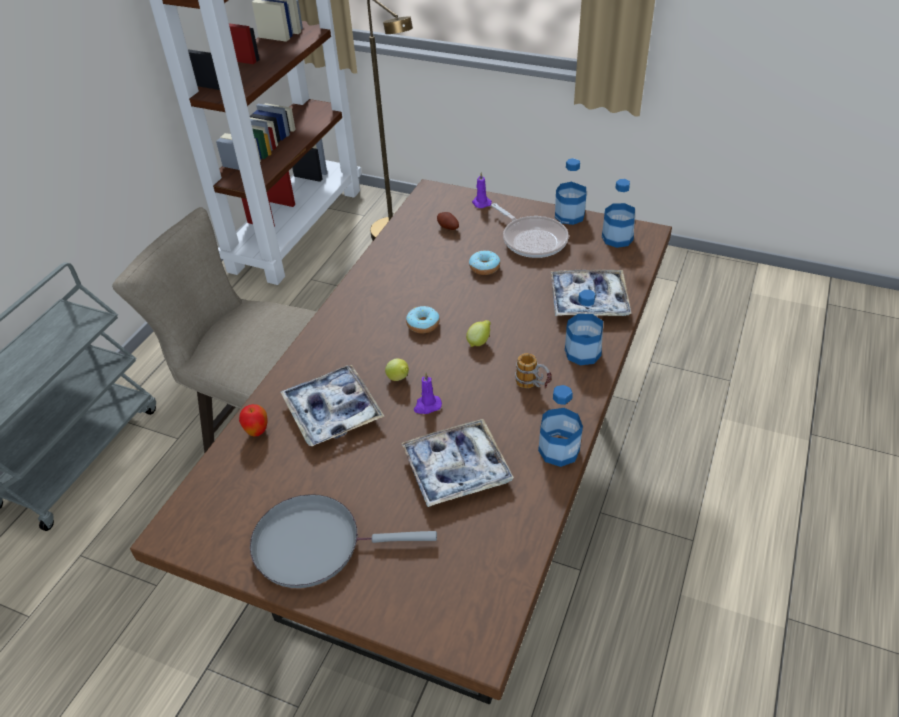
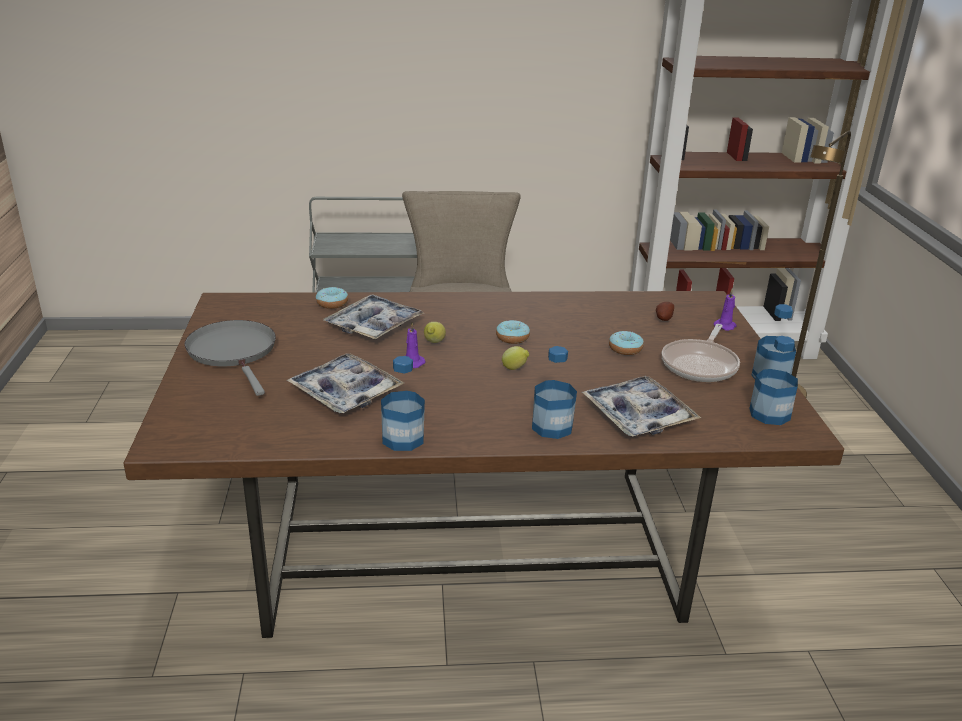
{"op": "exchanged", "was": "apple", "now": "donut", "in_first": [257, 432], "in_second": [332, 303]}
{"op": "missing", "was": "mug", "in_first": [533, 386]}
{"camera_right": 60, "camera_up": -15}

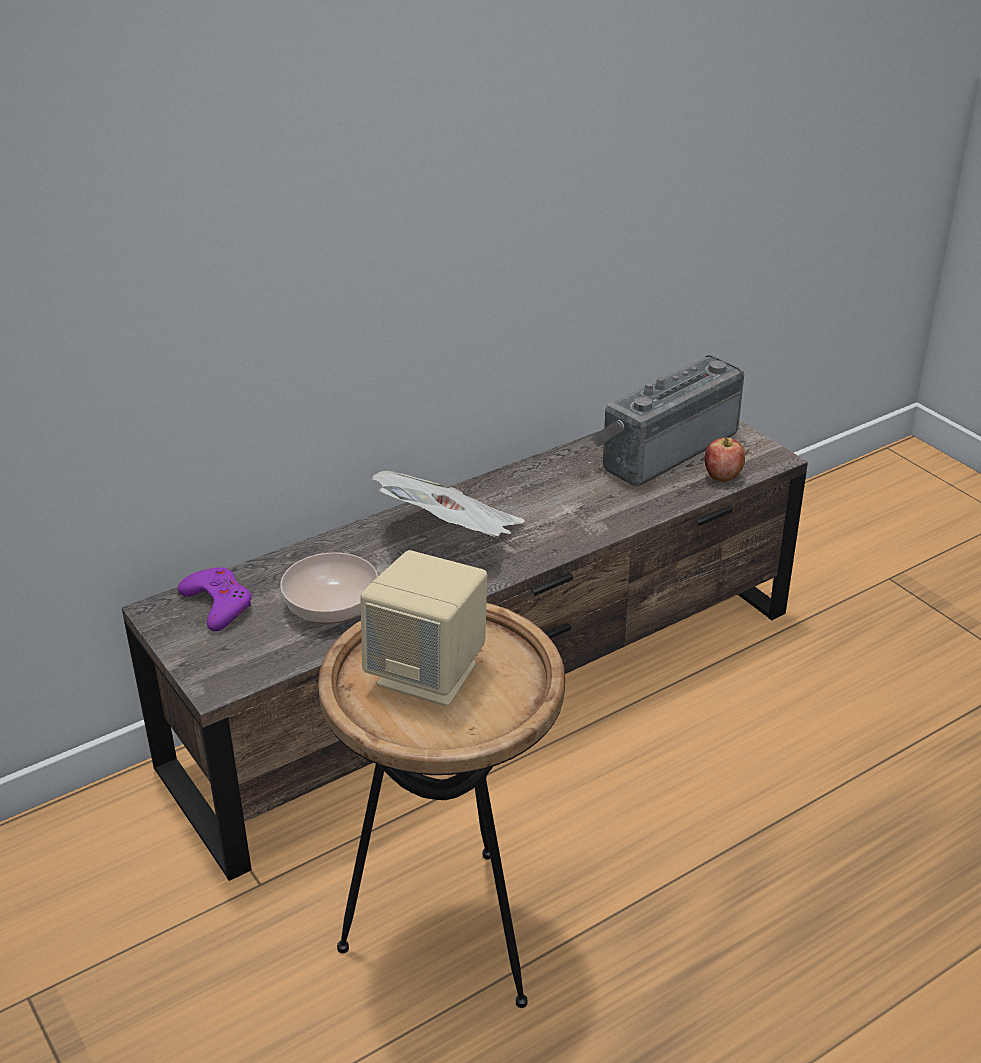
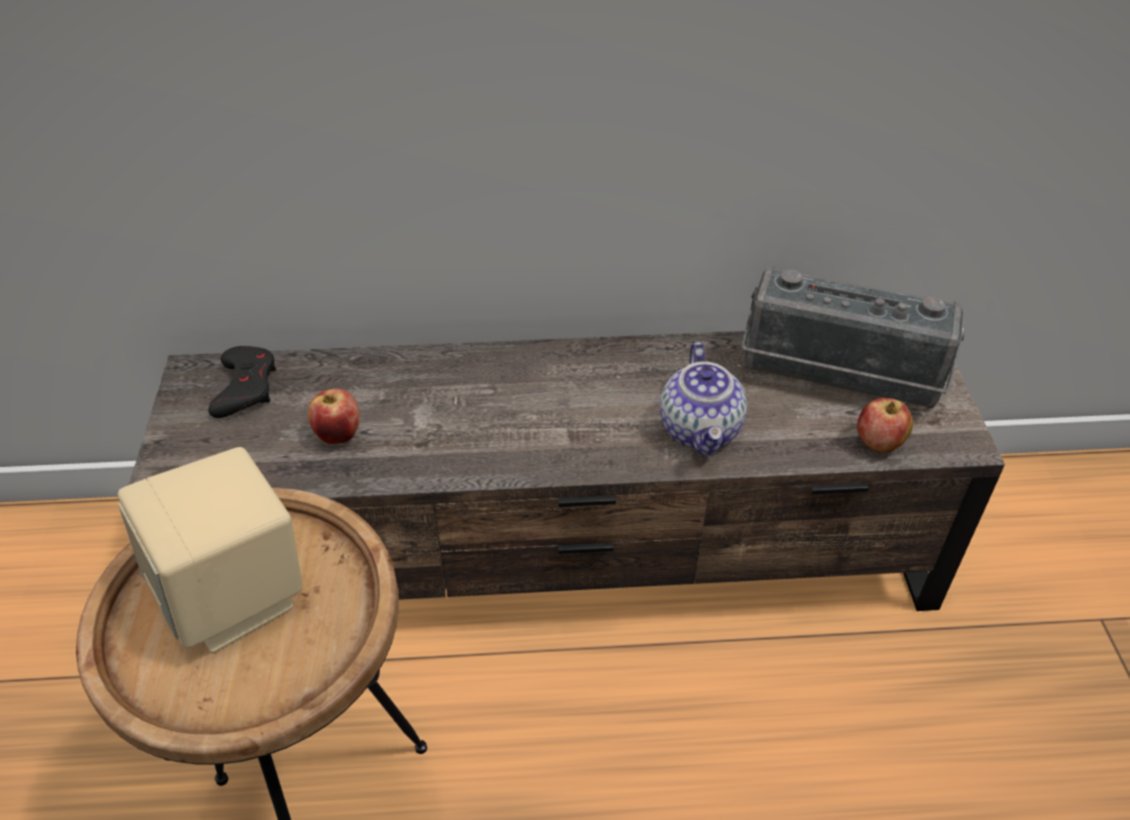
{"op": "colour", "was": "game controller (purple)", "now": "game controller (black)", "in_first": [218, 604], "in_second": [245, 387]}
{"op": "exchanged", "was": "bowl", "now": "apple", "in_first": [332, 606], "in_second": [339, 435]}
{"op": "missing", "was": "newspaper", "in_first": [452, 537]}
{"op": "spun", "was": "radio", "in_first": [664, 448], "in_second": [838, 379], "clockwise": -150}
{"op": "appeared", "now": "teapot", "in_second": [701, 430]}
{"camera_right": 30, "camera_up": 10}

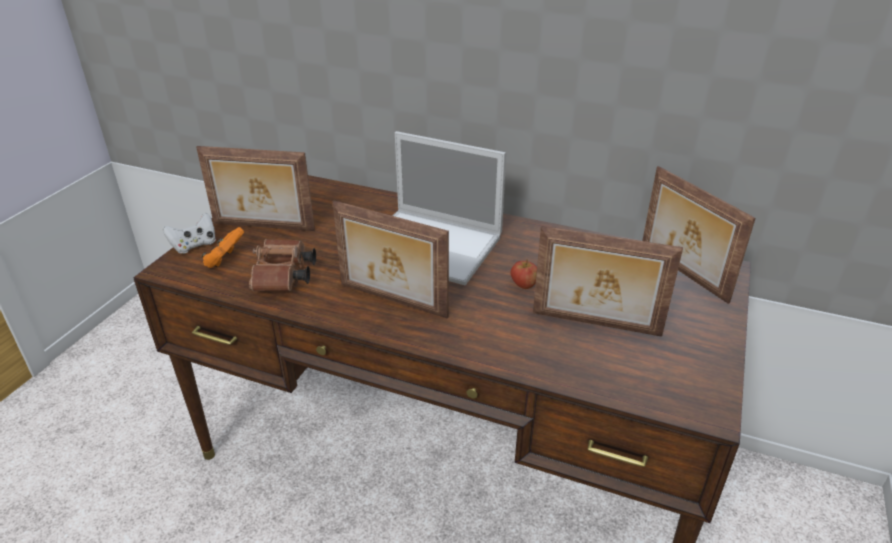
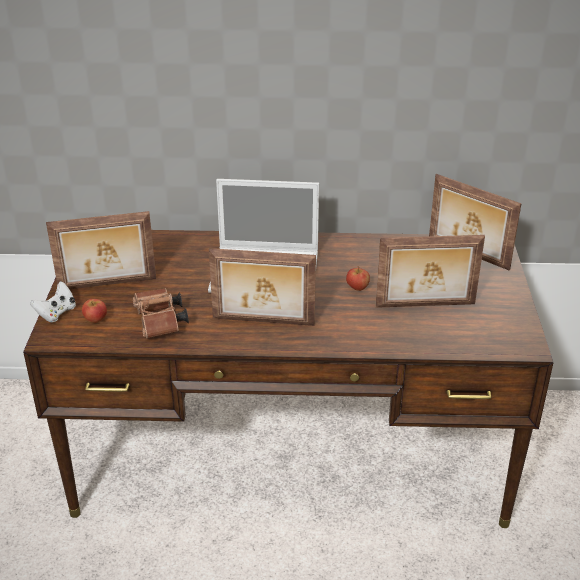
{"op": "exchanged", "was": "game controller (orange)", "now": "apple", "in_first": [225, 260], "in_second": [96, 319]}
{"camera_right": -20, "camera_up": 0}

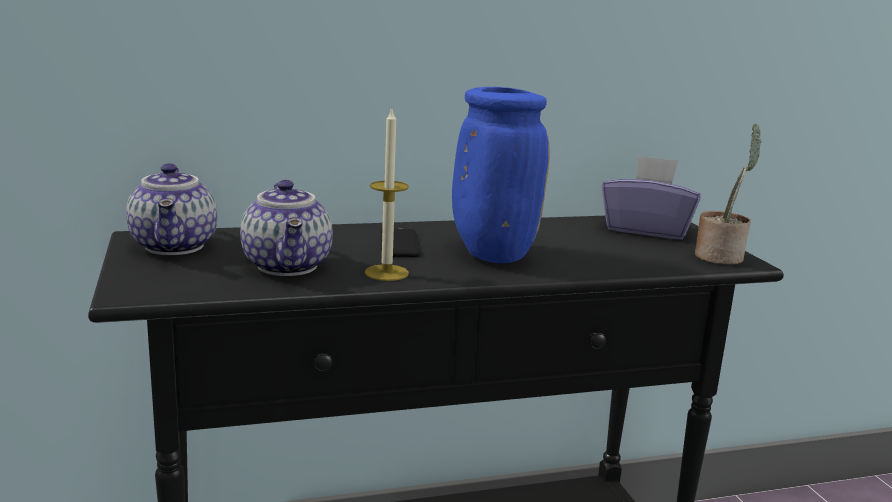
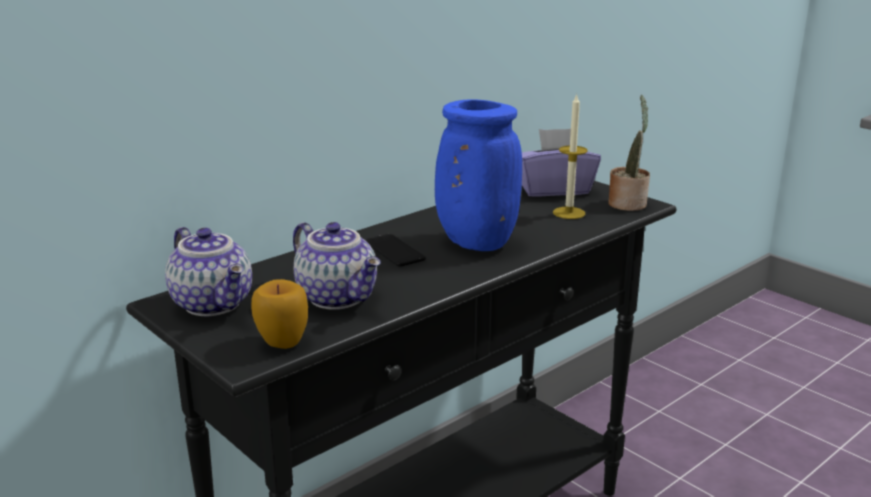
{"op": "relocated", "was": "candle", "in_first": [386, 273], "in_second": [569, 213]}
{"op": "appeared", "now": "apple", "in_second": [282, 342]}
{"camera_right": -25, "camera_up": 5}

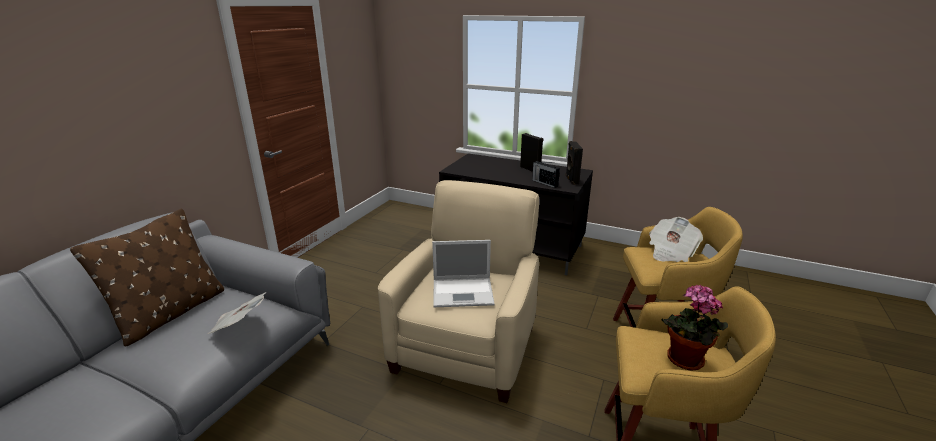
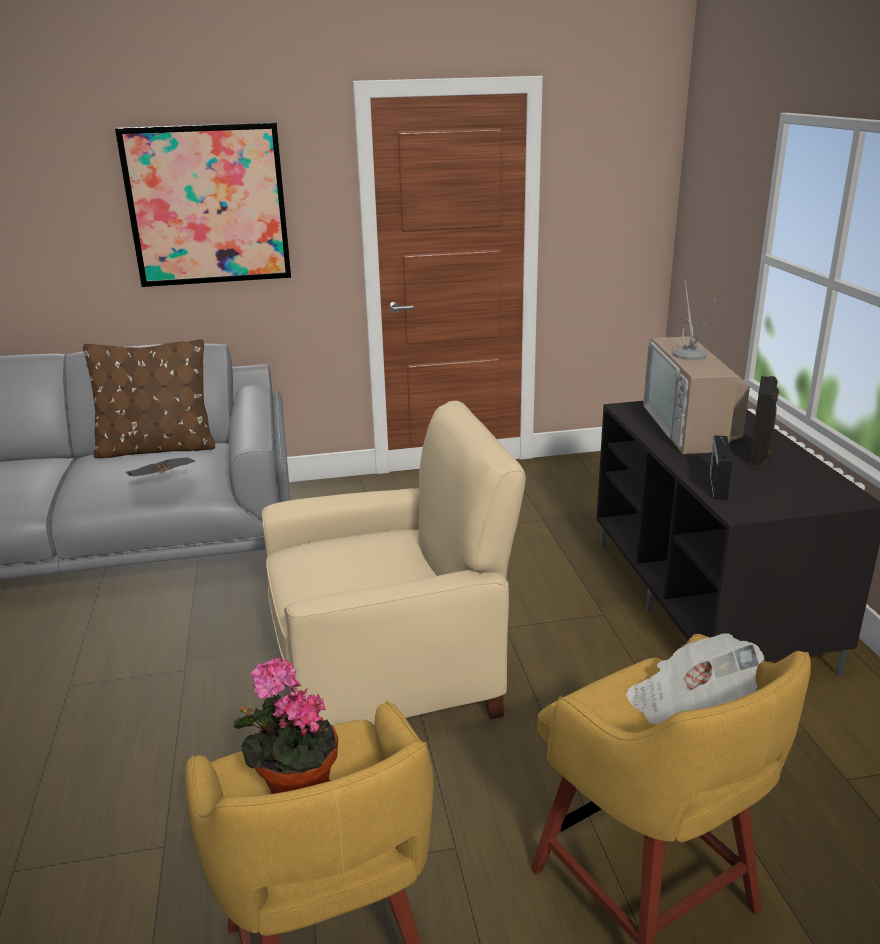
{"op": "missing", "was": "laptop", "in_first": [464, 292]}
{"op": "missing", "was": "speaker (black)", "in_first": [571, 180]}
{"op": "appeared", "now": "picture", "in_second": [207, 205]}
{"op": "appeared", "now": "television", "in_second": [692, 428]}
{"camera_right": 55, "camera_up": 0}

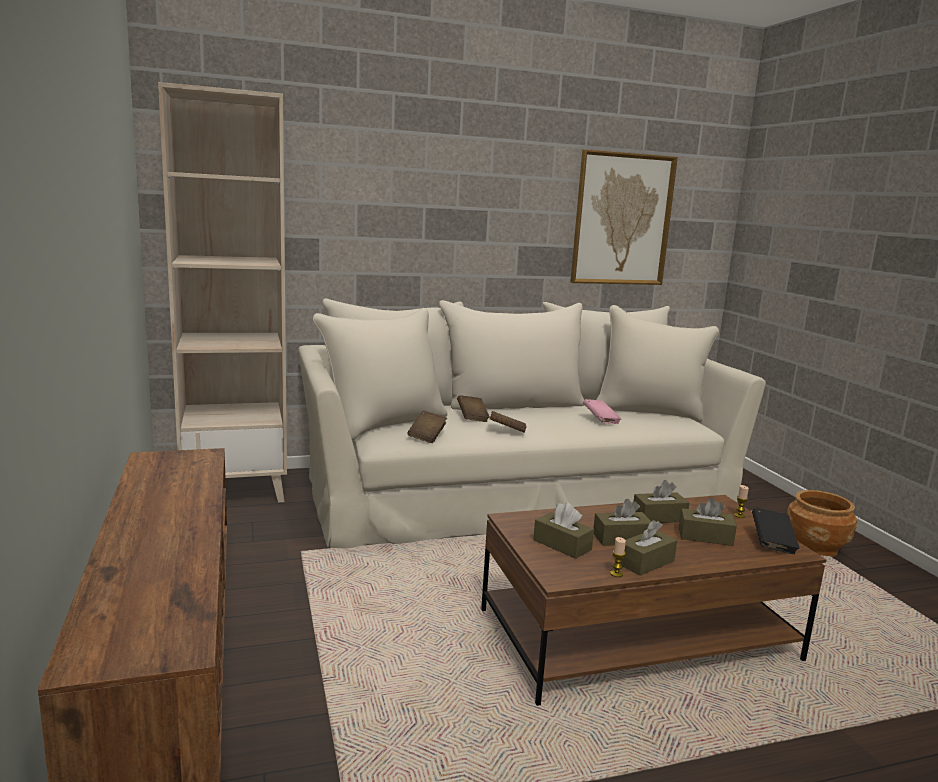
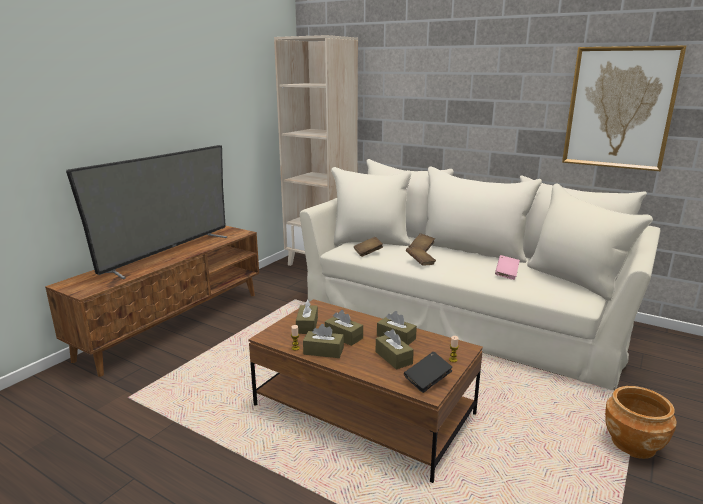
{"op": "appeared", "now": "television", "in_second": [168, 253]}
{"camera_right": 50, "camera_up": 5}

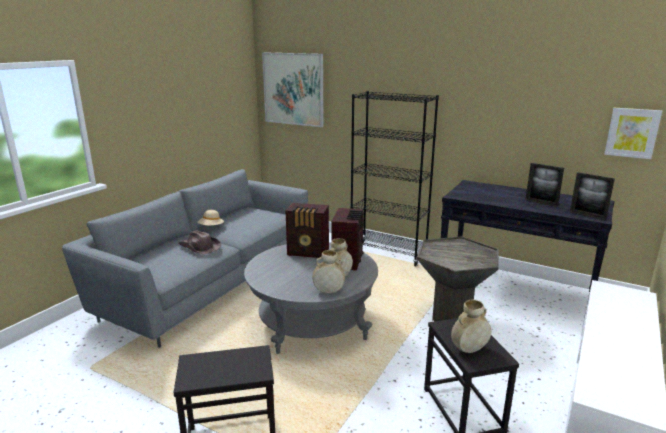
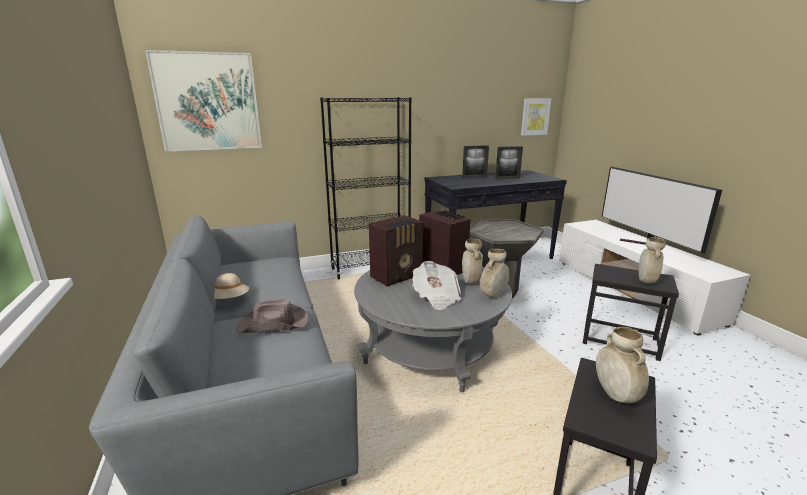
{"op": "relocated", "was": "picture frame", "in_first": [587, 215], "in_second": [474, 177]}
{"op": "appeared", "now": "newspaper", "in_second": [436, 297]}
{"op": "appeared", "now": "vase (beige)", "in_second": [616, 396]}
{"op": "appeared", "now": "television", "in_second": [644, 246]}
{"camera_right": -50, "camera_up": 0}

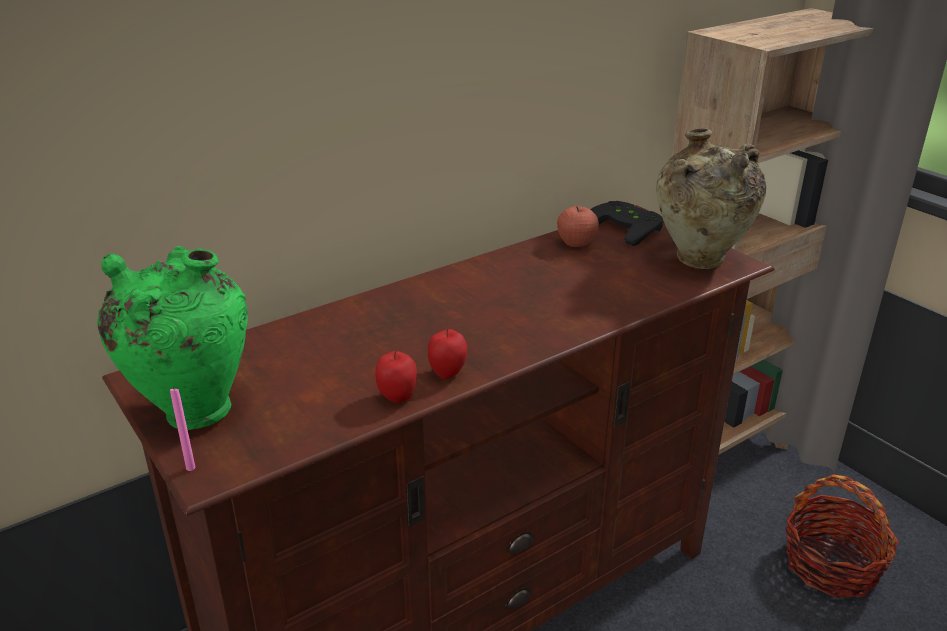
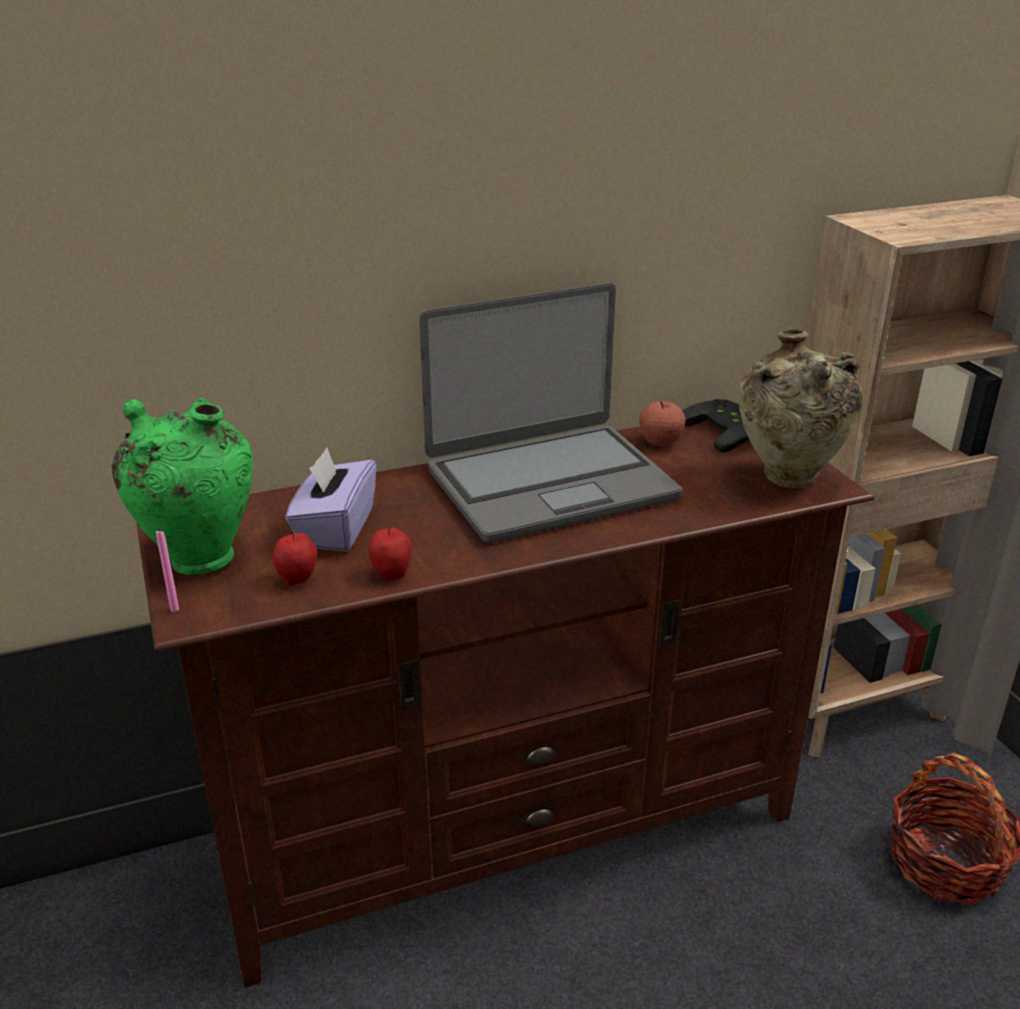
{"op": "relocated", "was": "apple", "in_first": [447, 373], "in_second": [298, 579]}
{"op": "appeared", "now": "tissue box (purple)", "in_second": [335, 529]}
{"op": "appeared", "now": "laptop", "in_second": [549, 483]}
{"camera_right": 15, "camera_up": 0}

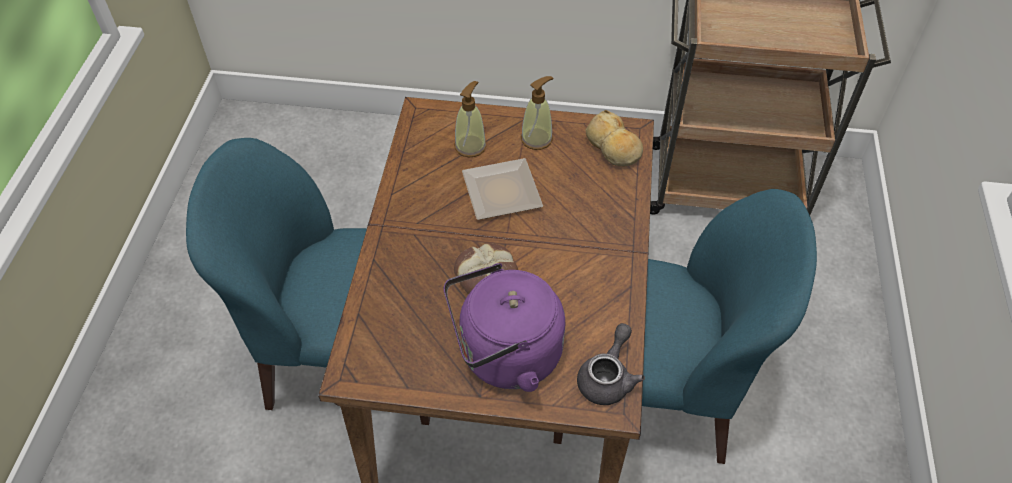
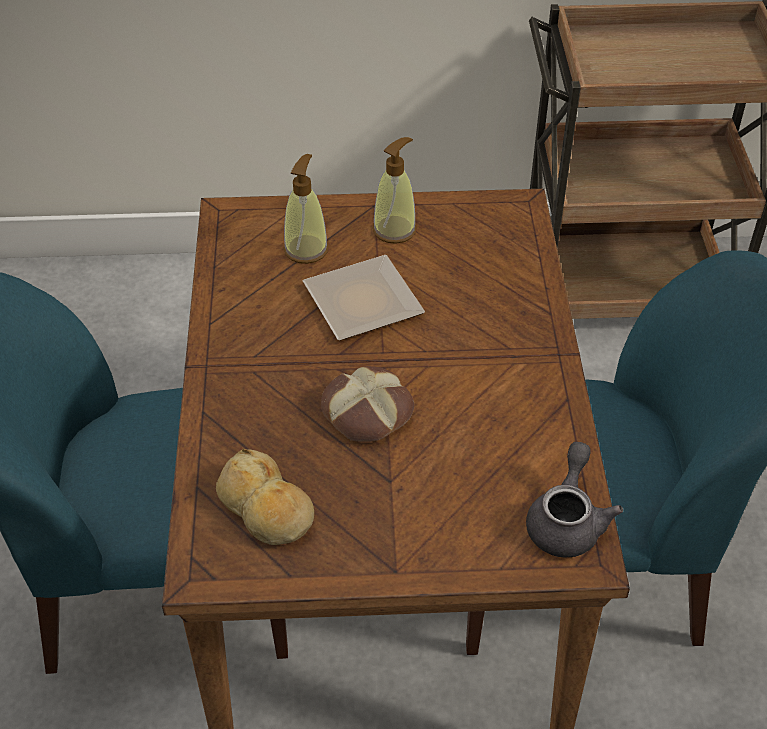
{"op": "missing", "was": "kettle (purple)", "in_first": [504, 356]}
{"op": "relocated", "was": "bread", "in_first": [613, 147], "in_second": [266, 509]}
{"camera_right": -10, "camera_up": -5}

